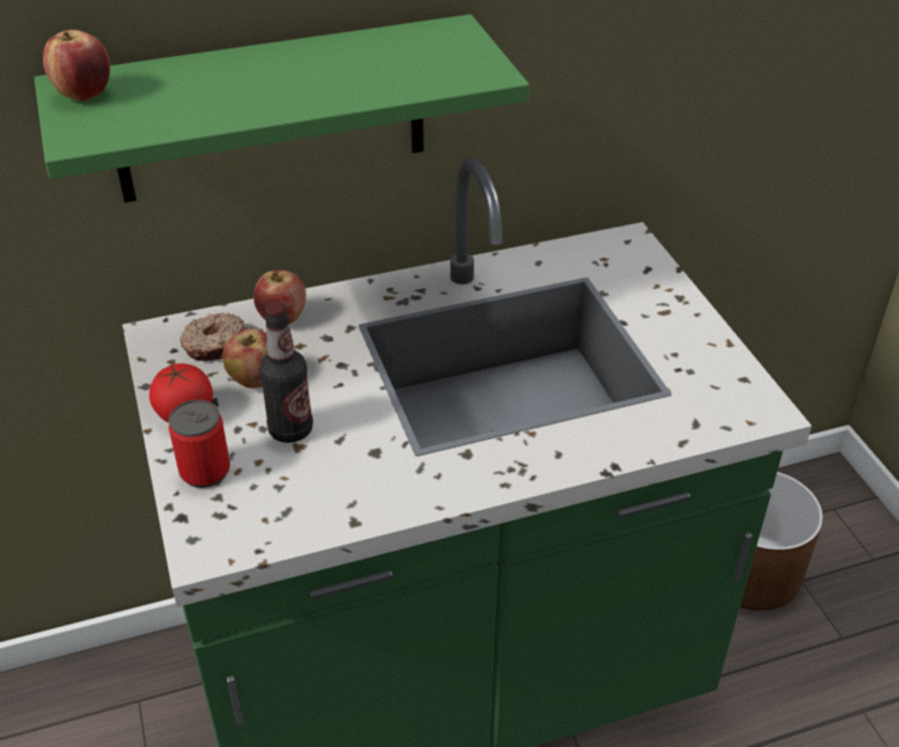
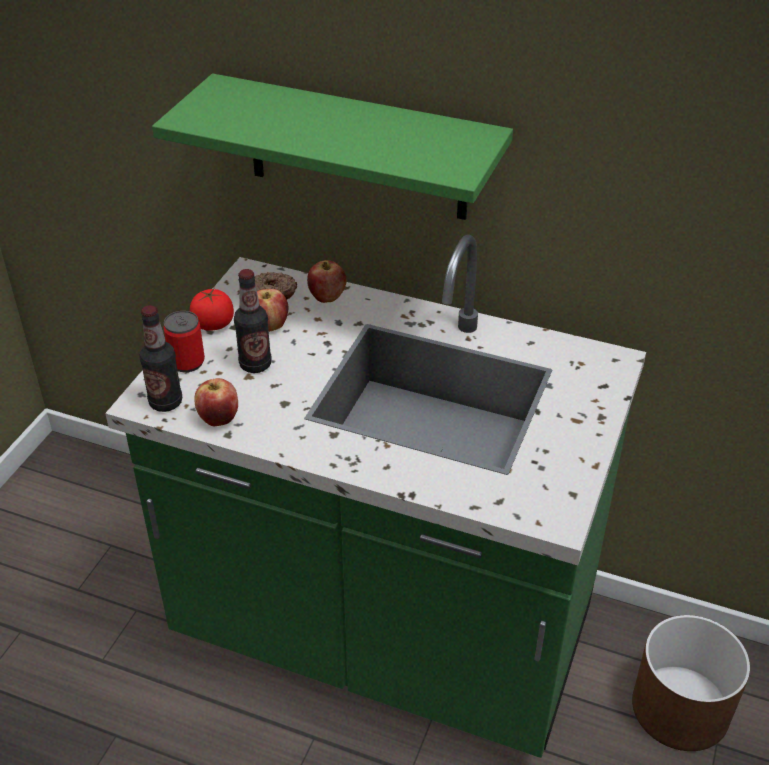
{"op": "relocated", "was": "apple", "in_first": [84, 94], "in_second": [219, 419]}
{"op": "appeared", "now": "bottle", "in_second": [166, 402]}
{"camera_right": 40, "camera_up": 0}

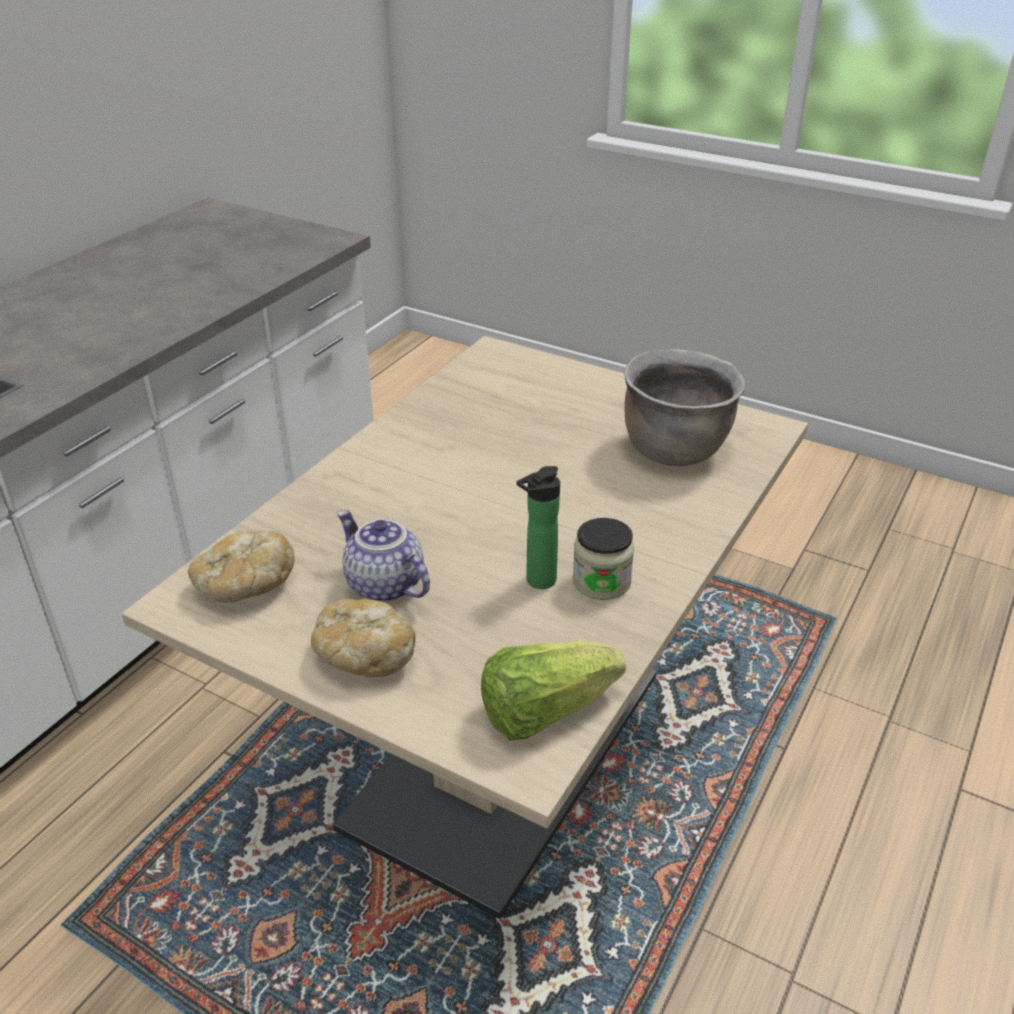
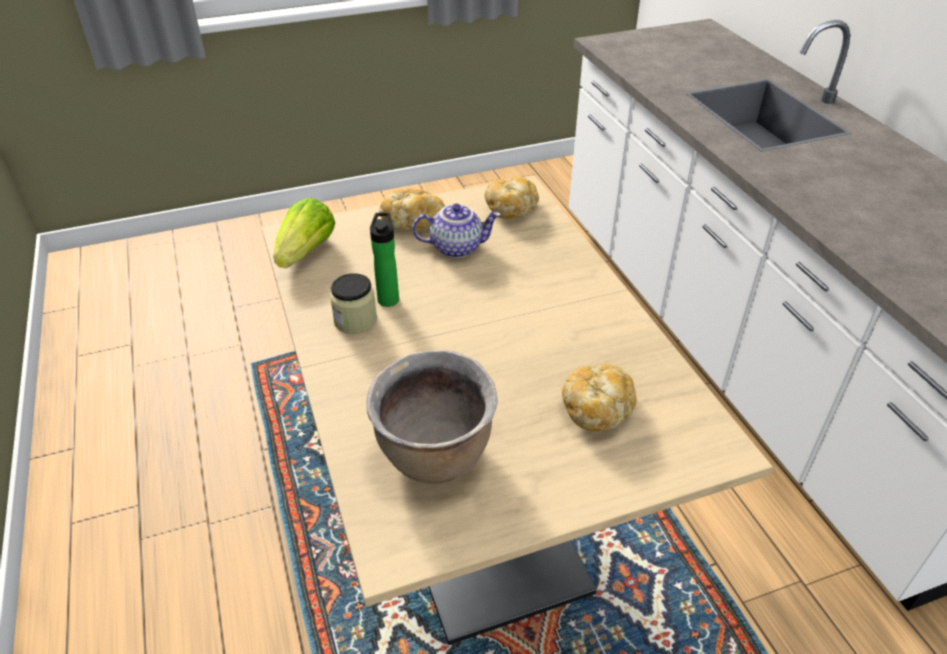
{"op": "appeared", "now": "bread", "in_second": [597, 409]}
{"camera_right": 130, "camera_up": 5}

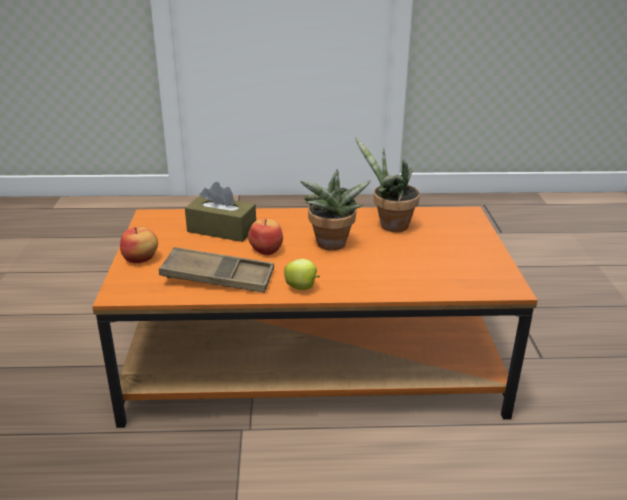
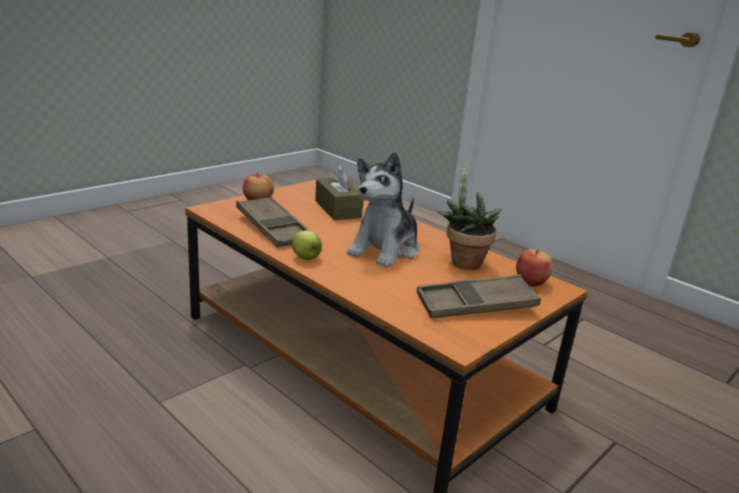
{"op": "relocated", "was": "apple", "in_first": [266, 250], "in_second": [531, 282]}
{"op": "exchanged", "was": "potted plant", "now": "plush toy", "in_first": [331, 246], "in_second": [385, 250]}
{"op": "appeared", "now": "tray (brown)", "in_second": [476, 305]}
{"camera_right": 45, "camera_up": -5}

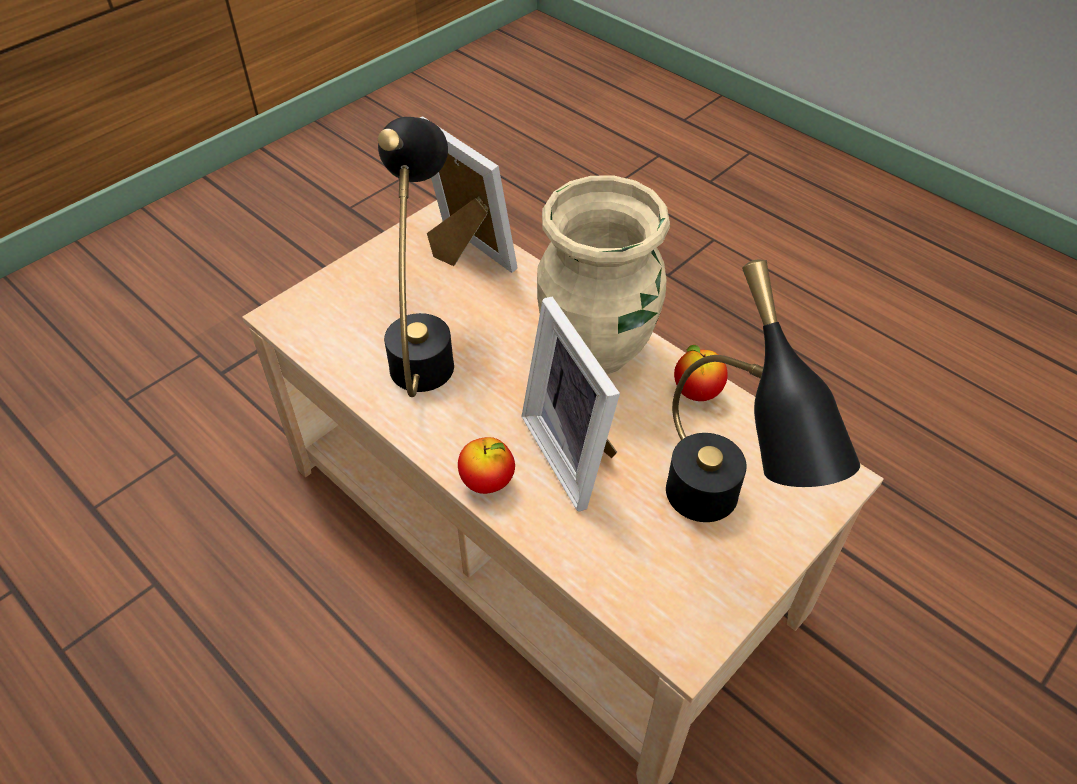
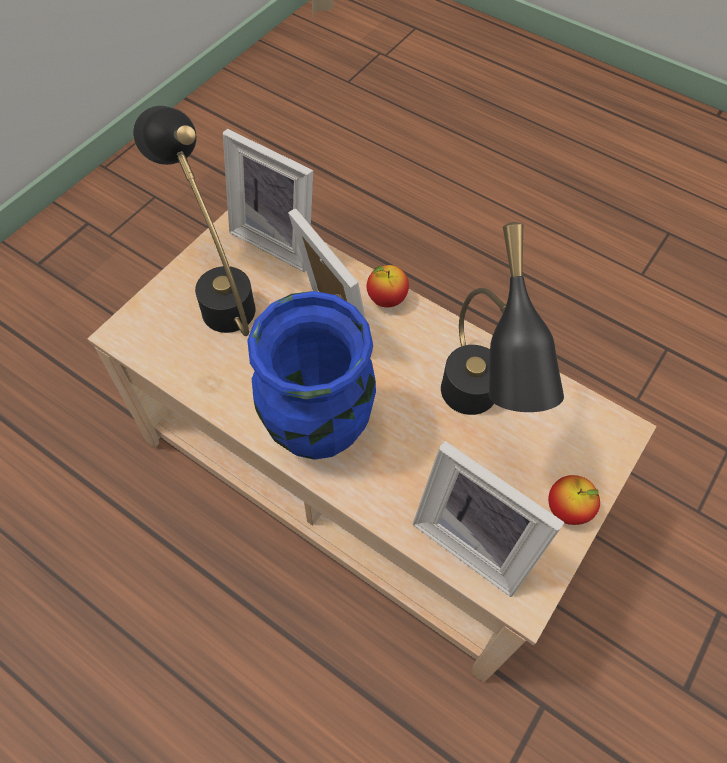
{"op": "colour", "was": "vase (beige)", "now": "vase (blue)", "in_first": [598, 349], "in_second": [316, 429]}
{"op": "relocated", "was": "apple", "in_first": [697, 392], "in_second": [567, 509]}
{"op": "appeared", "now": "picture frame", "in_second": [279, 239]}
{"camera_right": 170, "camera_up": 10}

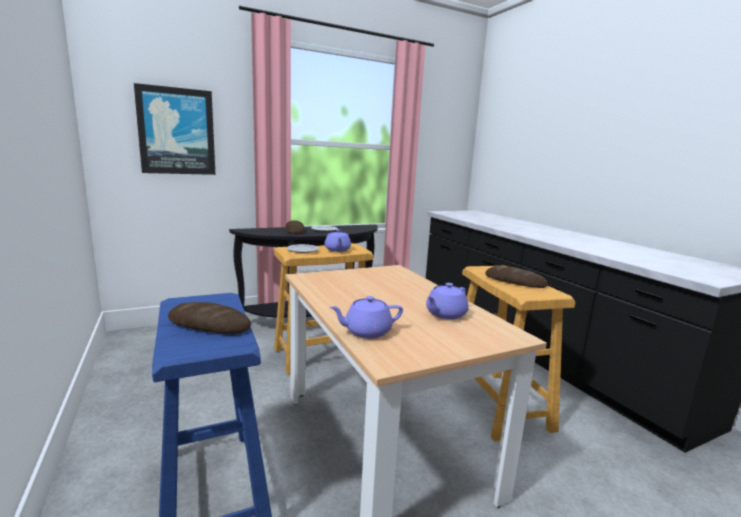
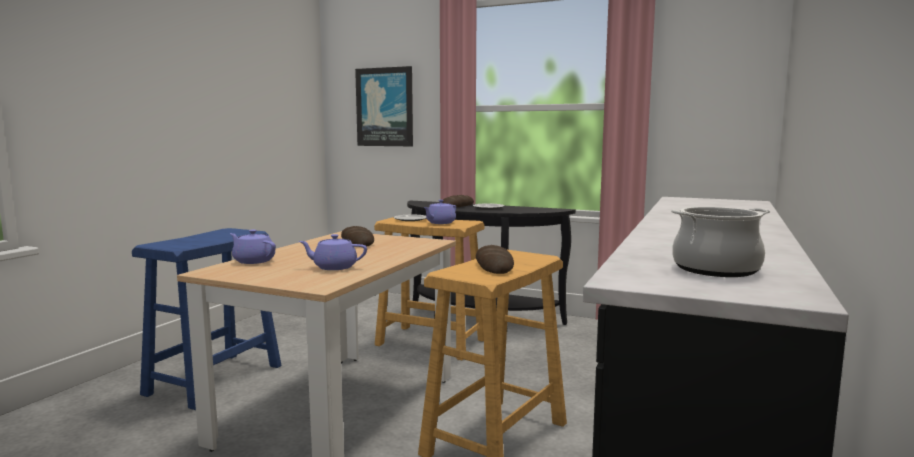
{"op": "relocated", "was": "bread", "in_first": [209, 324], "in_second": [357, 241]}
{"op": "appeared", "now": "cooking pot", "in_second": [715, 269]}
{"camera_right": 50, "camera_up": -5}

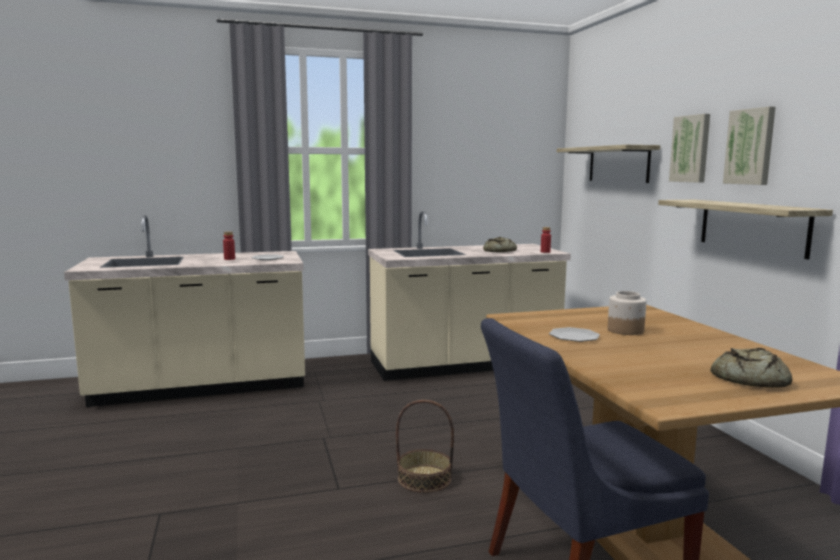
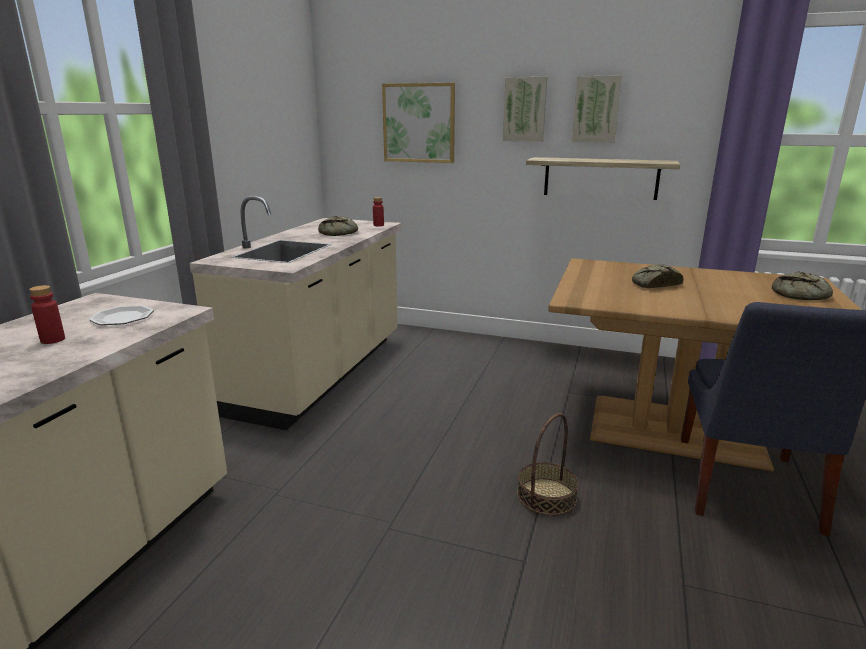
{"op": "missing", "was": "plate", "in_first": [574, 337]}
{"op": "exchanged", "was": "shelf", "now": "picture", "in_first": [618, 164], "in_second": [419, 123]}
{"op": "exchanged", "was": "jar", "now": "bread", "in_first": [625, 330], "in_second": [654, 284]}
{"camera_right": -55, "camera_up": 10}

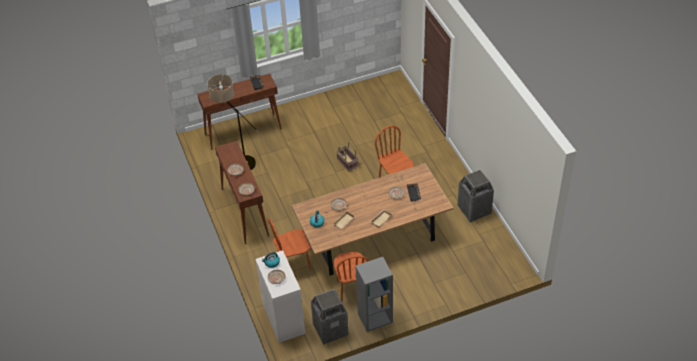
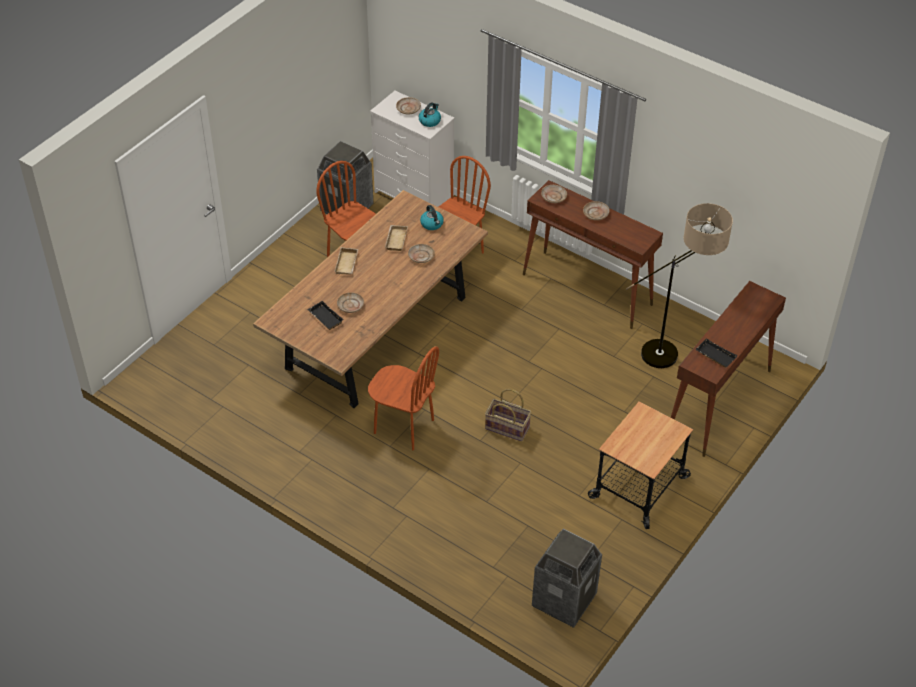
{"op": "missing", "was": "bookcase (grey)", "in_first": [375, 318]}
{"op": "relocated", "was": "trash can", "in_first": [474, 210], "in_second": [564, 600]}
{"op": "appeared", "now": "cart", "in_second": [639, 488]}
{"camera_right": 145, "camera_up": 0}

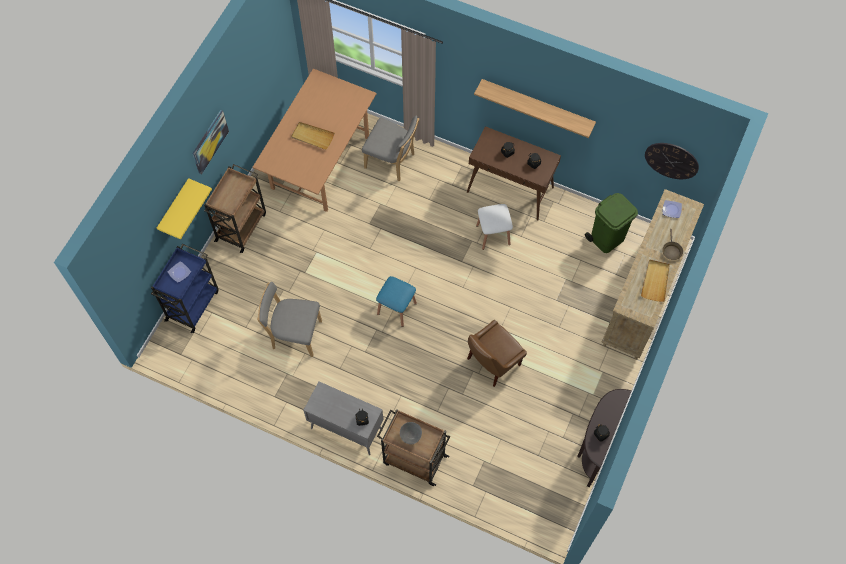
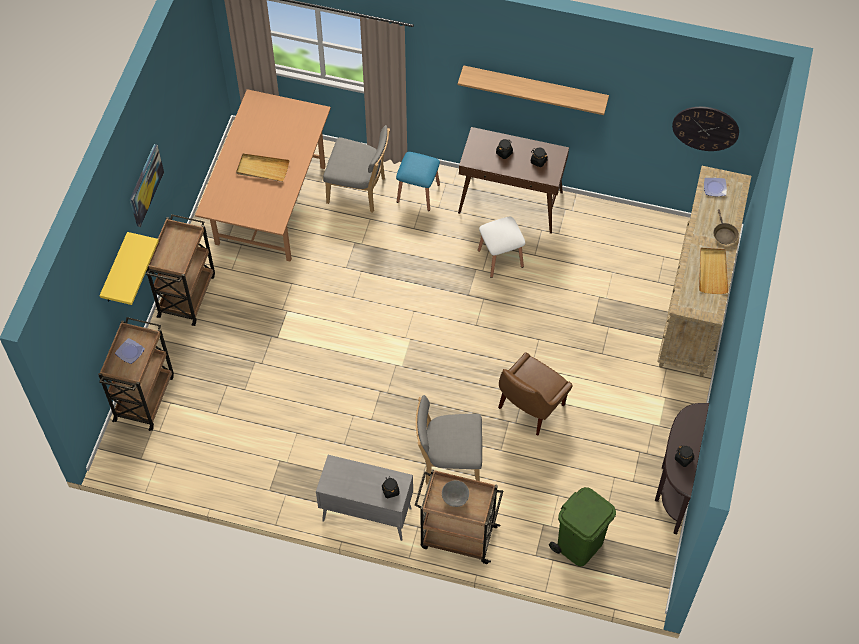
{"op": "colour", "was": "cart (blue)", "now": "cart (brown)", "in_first": [193, 304], "in_second": [144, 397]}
{"op": "relocated", "was": "chair (grey)", "in_first": [294, 334], "in_second": [449, 462]}
{"op": "relocated", "was": "stool (blue)", "in_first": [396, 308], "in_second": [418, 193]}
{"op": "relocated", "was": "trash can (green)", "in_first": [607, 238], "in_second": [579, 544]}
{"camera_right": -10, "camera_up": -5}

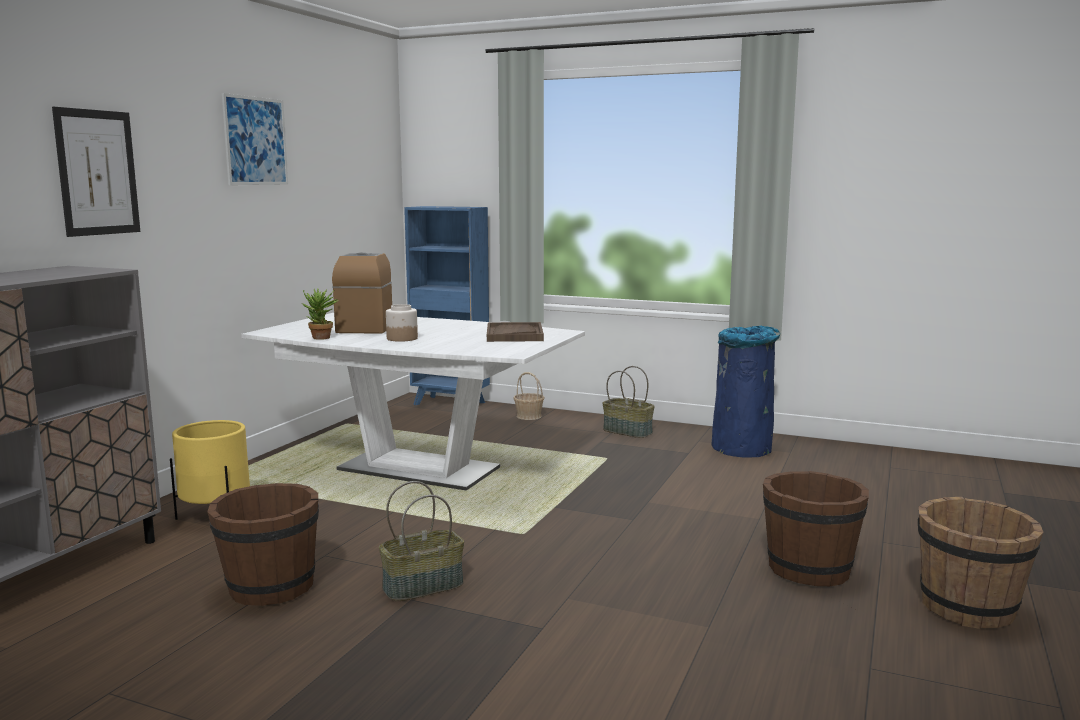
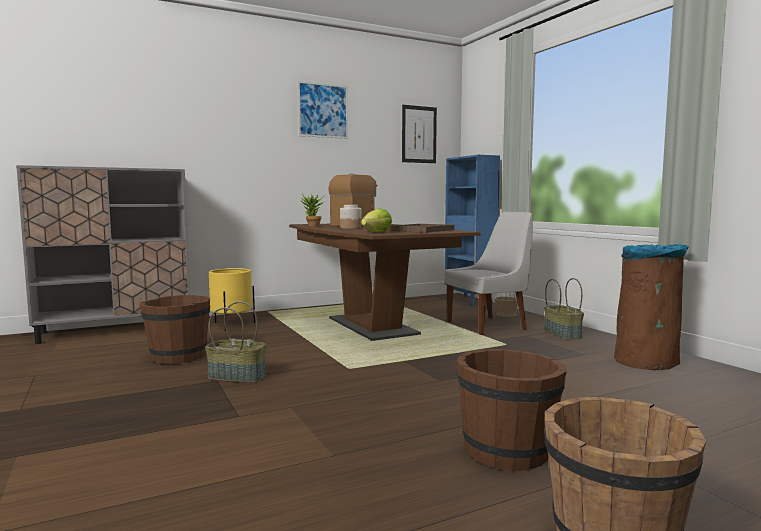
{"op": "relocated", "was": "picture", "in_first": [97, 172], "in_second": [419, 134]}
{"op": "colour", "was": "dining table (white)", "now": "dining table (brown)", "in_first": [419, 469], "in_second": [372, 326]}
{"op": "colour", "was": "trash can (blue)", "now": "trash can (brown)", "in_first": [742, 447], "in_second": [646, 361]}
{"op": "appeared", "now": "lettuce", "in_second": [377, 232]}
{"op": "appeared", "now": "chair (white)", "in_second": [489, 326]}
{"camera_right": 40, "camera_up": -5}

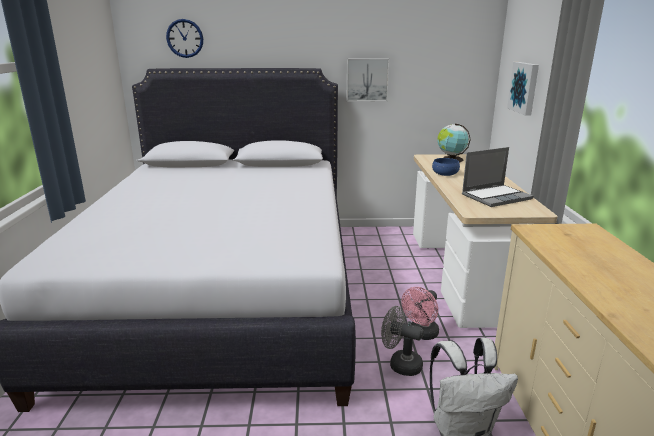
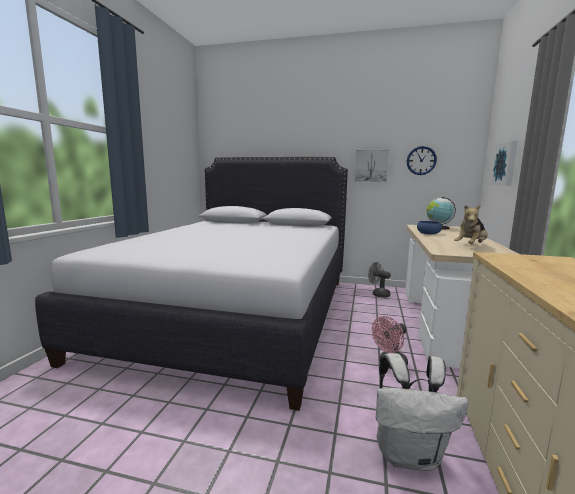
{"op": "relocated", "was": "wall clock", "in_first": [185, 38], "in_second": [421, 160]}
{"op": "relocated", "was": "fan (grey)", "in_first": [400, 364], "in_second": [378, 294]}
{"op": "exchanged", "was": "laptop", "now": "plush toy", "in_first": [496, 197], "in_second": [471, 246]}
{"camera_right": 15, "camera_up": -10}

